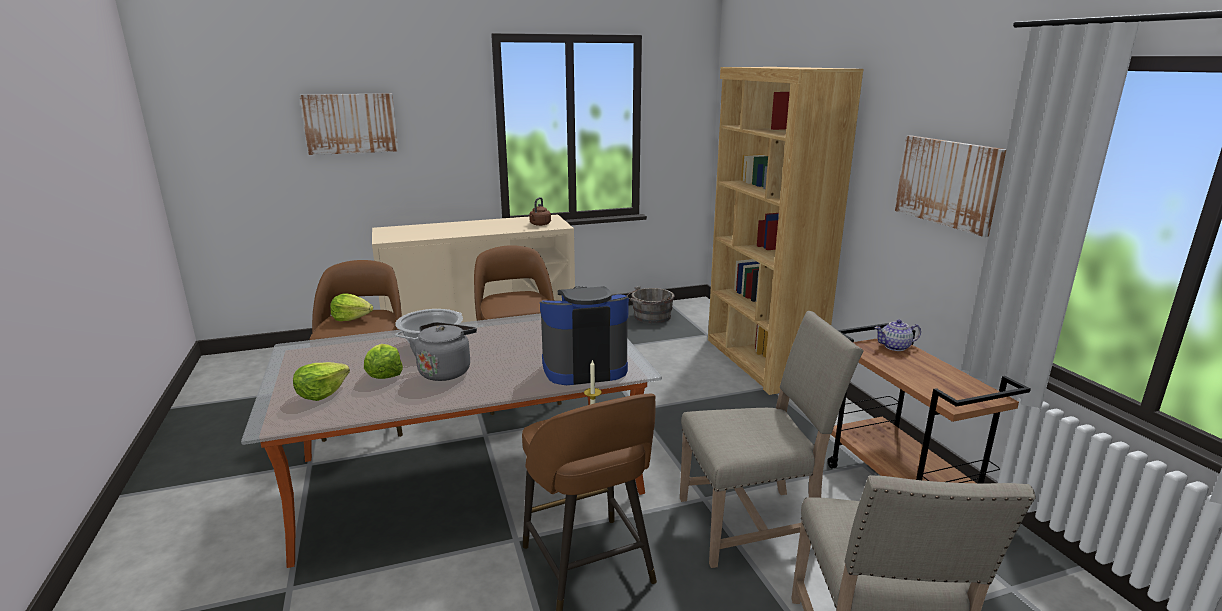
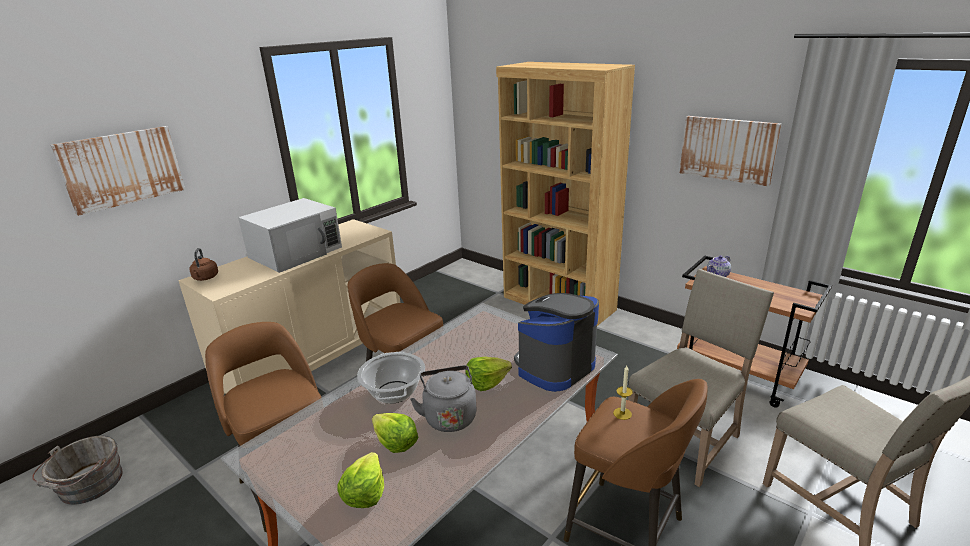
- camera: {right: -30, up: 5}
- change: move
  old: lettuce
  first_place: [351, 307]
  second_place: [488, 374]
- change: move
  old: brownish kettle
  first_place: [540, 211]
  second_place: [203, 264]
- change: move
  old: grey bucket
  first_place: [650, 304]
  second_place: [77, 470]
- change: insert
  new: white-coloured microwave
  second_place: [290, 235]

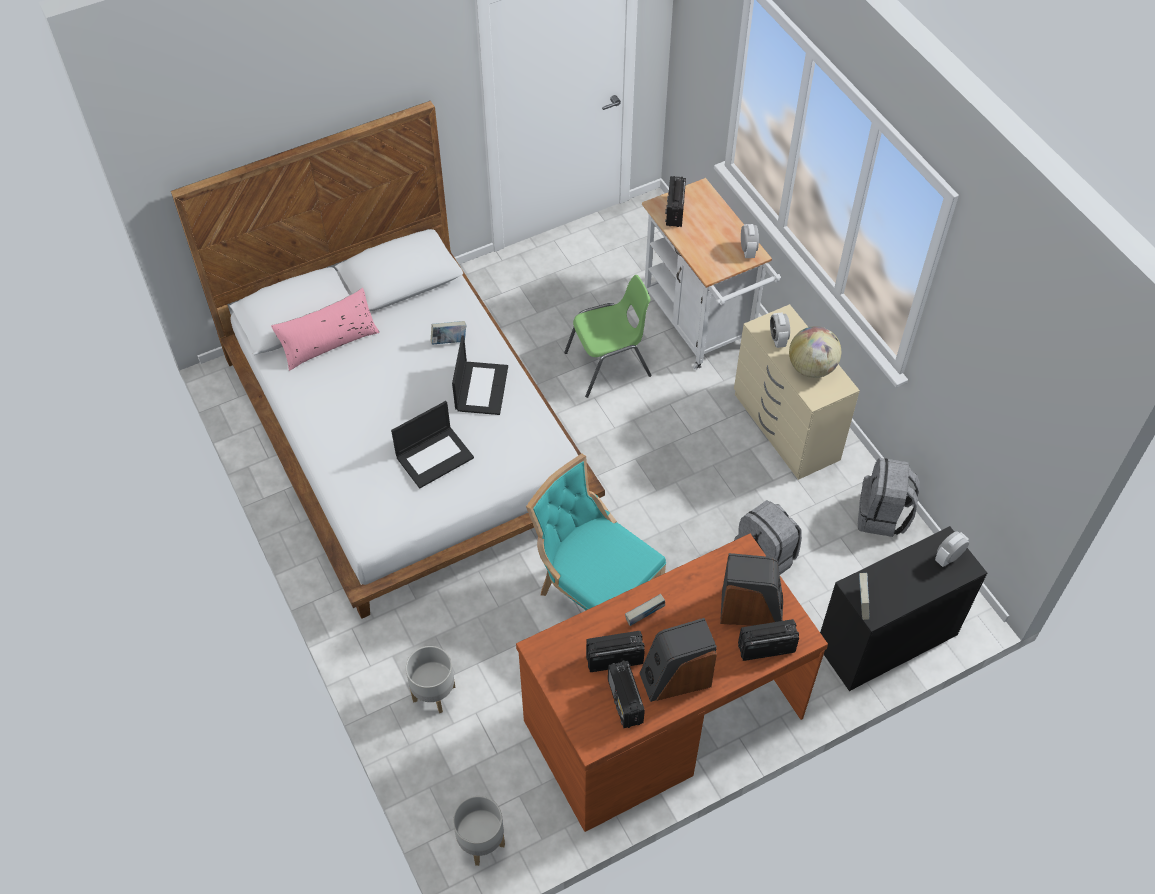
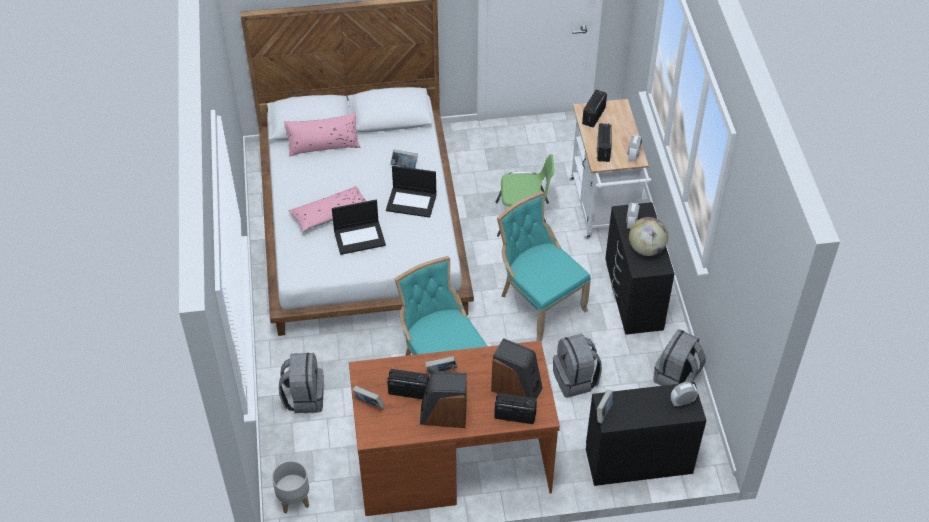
- camera: {right: 20, up: -5}
- change: replace
  old: grey plant pot
  new: grey rucksack
  first_place: [431, 679]
  second_place: [301, 383]
- change: rotate
  old: portable computer
  first_place: [480, 375]
  second_place: [411, 191]
  degrees: 75
- change: move
  old: radio set
  first_place: [626, 694]
  second_place: [604, 142]
- change: recolor
  old: beige drawer chest
  new: black drawer chest
  first_place: [797, 392]
  second_place: [640, 268]
- change: insert
  new: pink-coloured cushion
  second_place: [327, 209]
- change: insert
  new: book
  second_place: [369, 397]
- change: insert
  new: blue-green upright chair
  second_place: [544, 266]

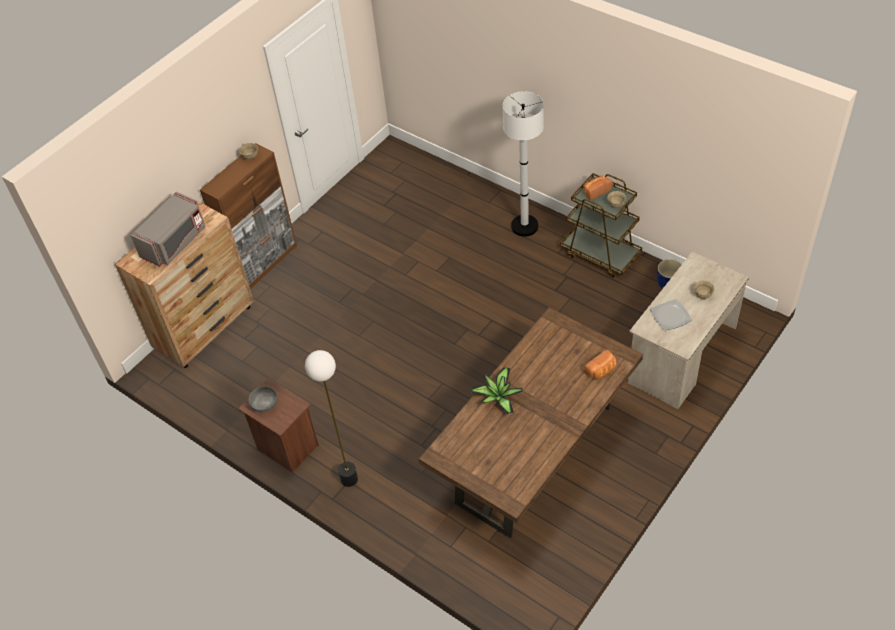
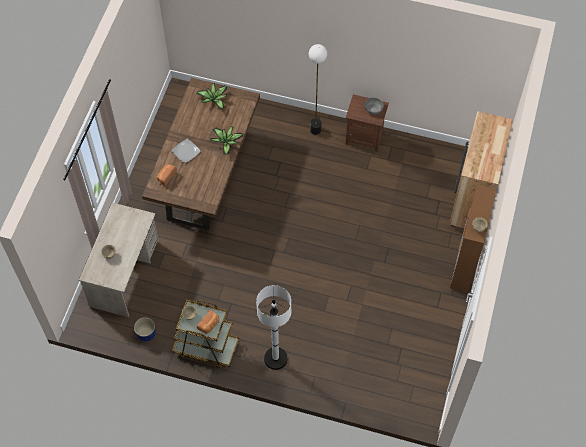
- camera: {right: 155, up: 10}
- change: delete
  old: grey microwave
  first_place: [168, 229]
- change: move
  old: dinner plate
  first_place: [671, 314]
  second_place: [186, 151]
- change: insert
  new: potted plant
  second_place: [212, 96]

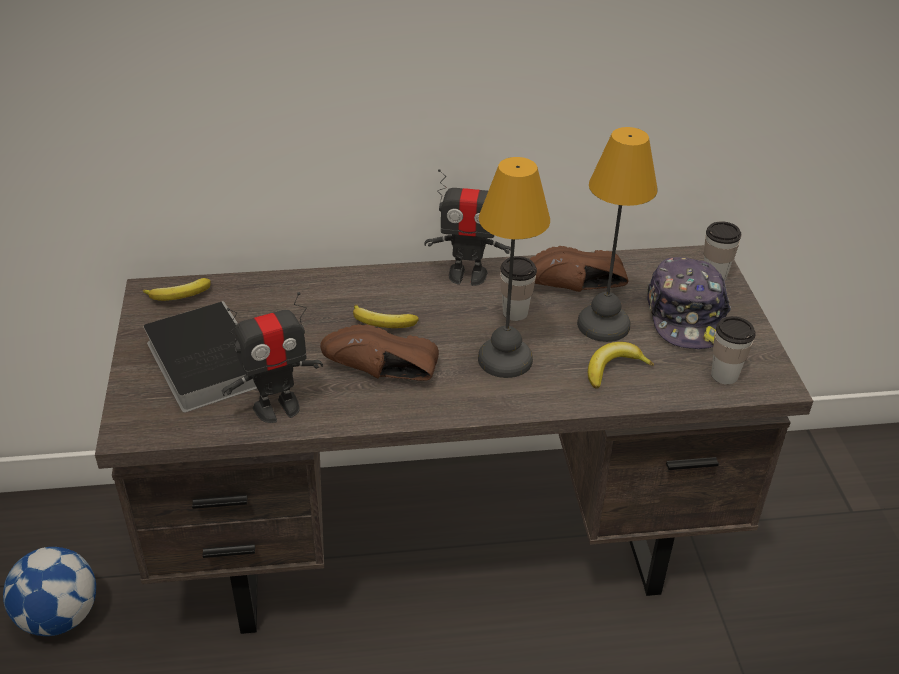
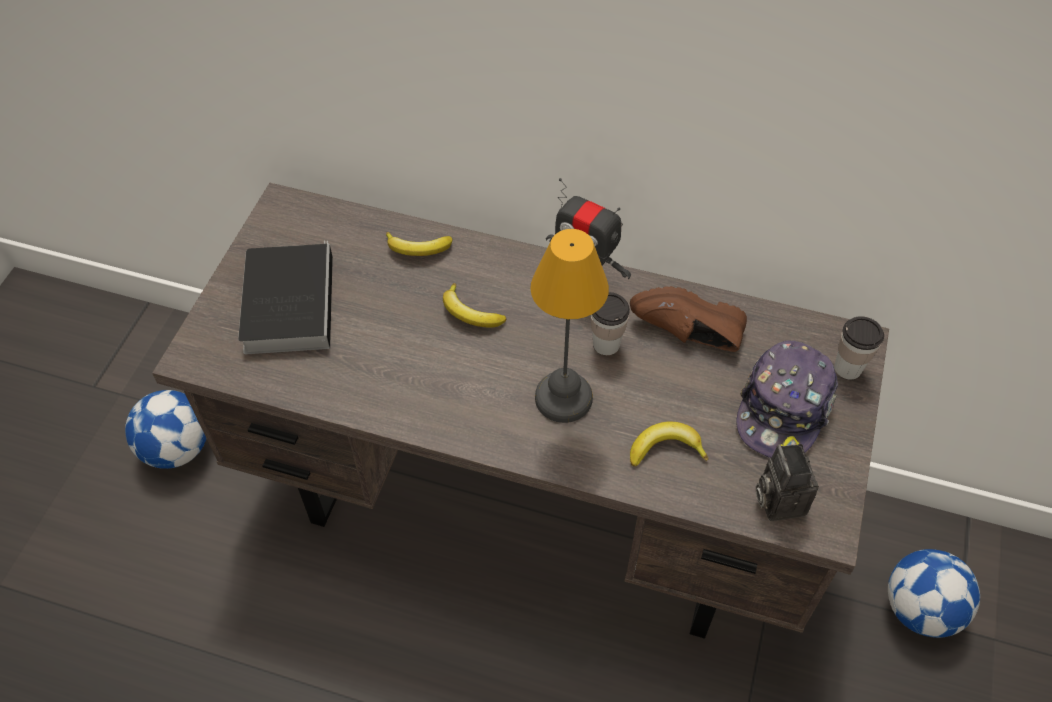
- camera: {right: 25, up: 15}
- change: move
  old: banana fruit
  first_place: [177, 289]
  second_place: [419, 244]
- change: delete
  old: toy robot
  first_place: [272, 357]
- change: delete
  old: brownish item of footwear
  first_place: [379, 352]
- change: delete
  old: tabletop lamp
  first_place: [617, 234]
- change: replace
  old: drinking cup
  new: still camera
  first_place: [733, 350]
  second_place: [787, 482]
- change: insert
  new: football ball
  second_place: [934, 593]

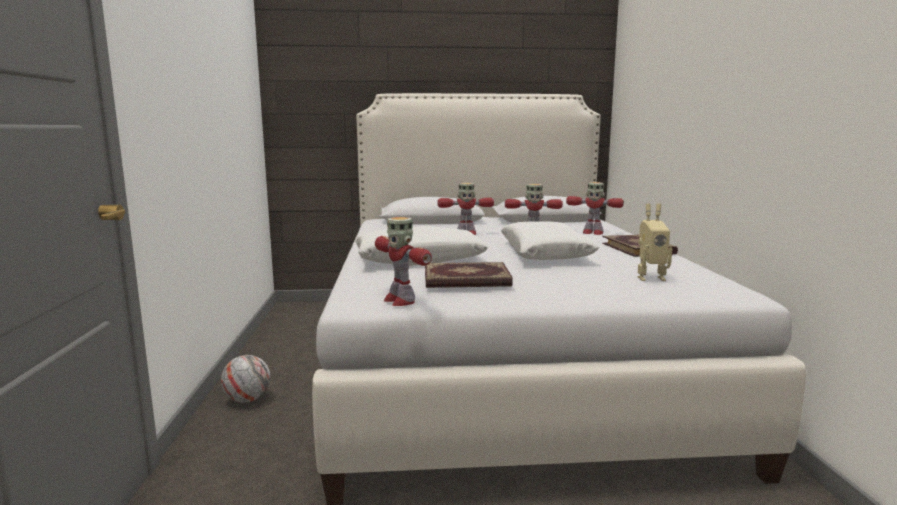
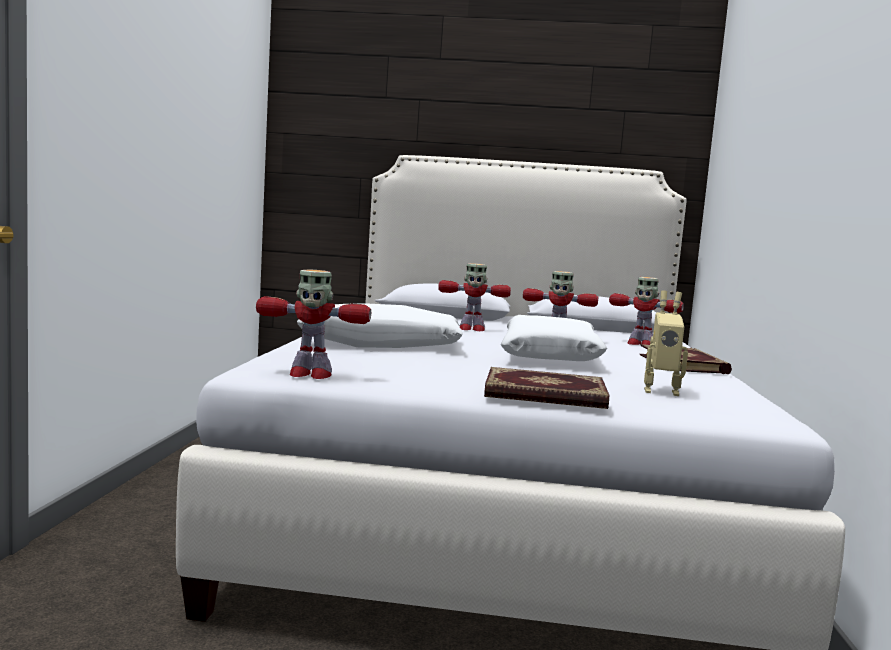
- camera: {right: 10, up: -5}
- change: delete
  old: football ball
  first_place: [246, 379]
- change: rotate
  old: toy robot
  first_place: [403, 261]
  second_place: [313, 324]
  degrees: -60
- change: move
  old: book
  first_place: [469, 275]
  second_place: [546, 388]

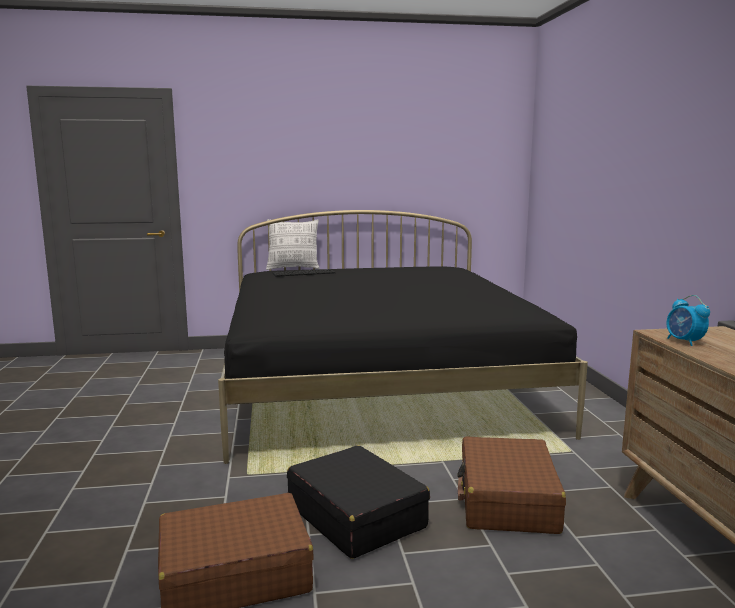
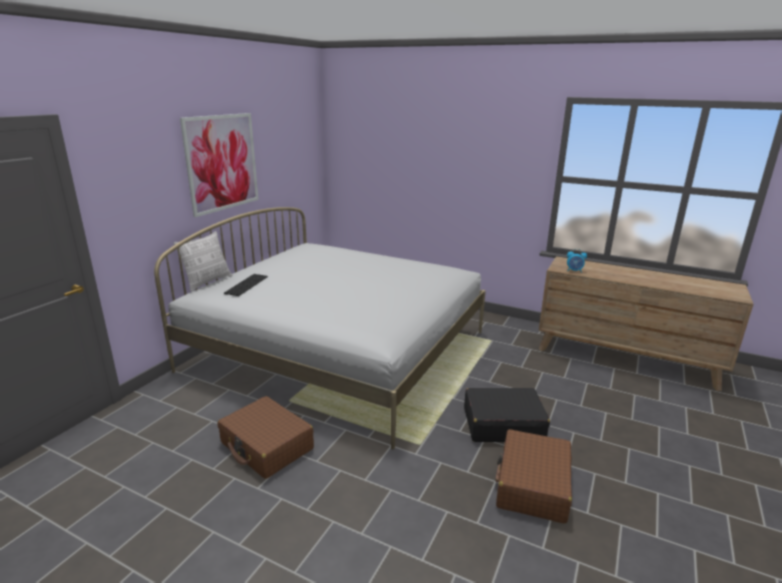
- camera: {right: -55, up: 10}
- change: recolor
  old: black sleeping bed
  new: white-coloured sleeping bed
  first_place: [403, 337]
  second_place: [320, 328]
- change: move
  old: brownish piece of luggage
  first_place: [511, 485]
  second_place: [266, 437]
- change: insert
  new: picture
  second_place: [219, 165]

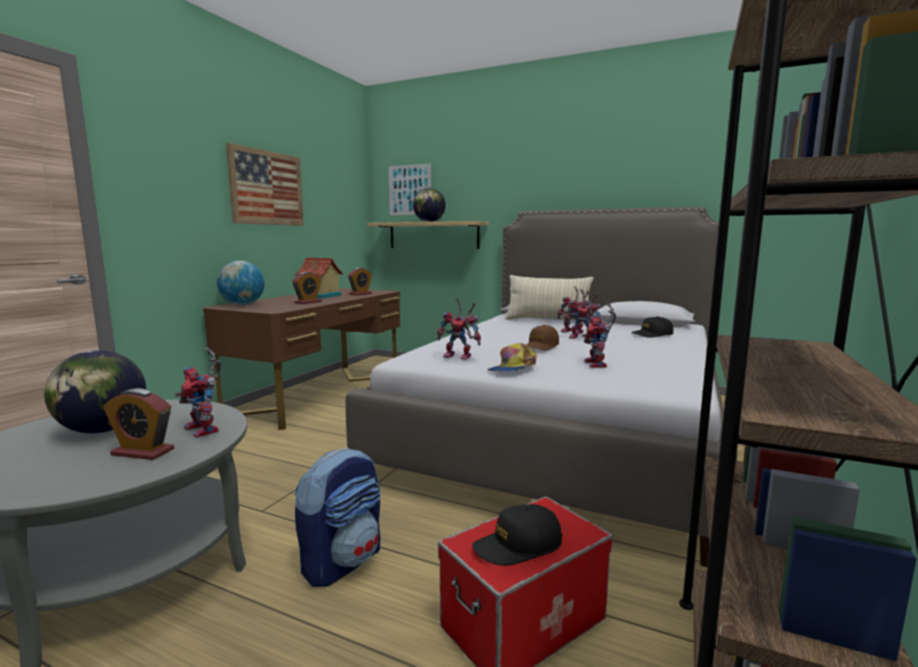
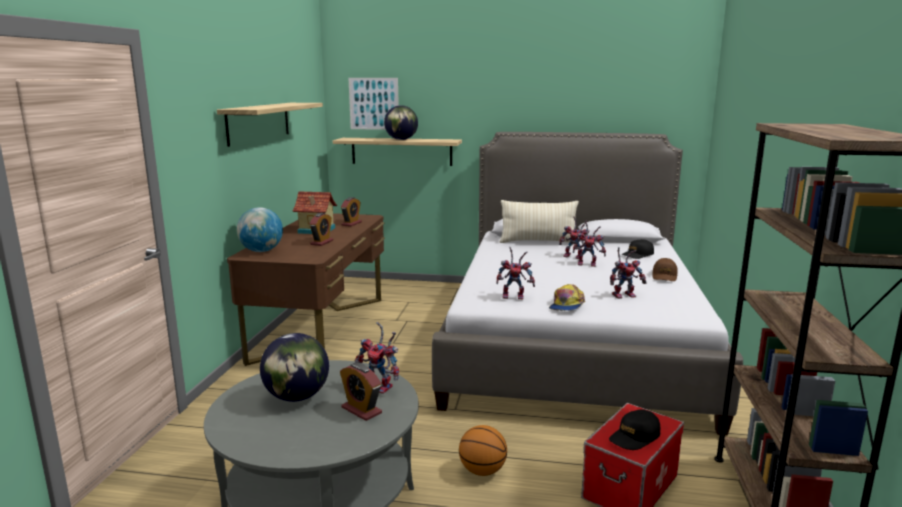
- camera: {right: -15, up: 5}
- change: rotate
  old: bedside clock
  first_place: [138, 424]
  second_place: [361, 392]
  degrees: 45
- change: replace
  old: picture
  new: shelf
  first_place: [265, 184]
  second_place: [270, 125]
- change: replace
  old: rucksack
  new: basketball
  first_place: [338, 517]
  second_place: [483, 450]
- change: move
  old: brownish baseball cap
  first_place: [543, 337]
  second_place: [665, 269]
- change: rotate
  old: toy robot
  first_place: [599, 335]
  second_place: [628, 273]
  degrees: -90

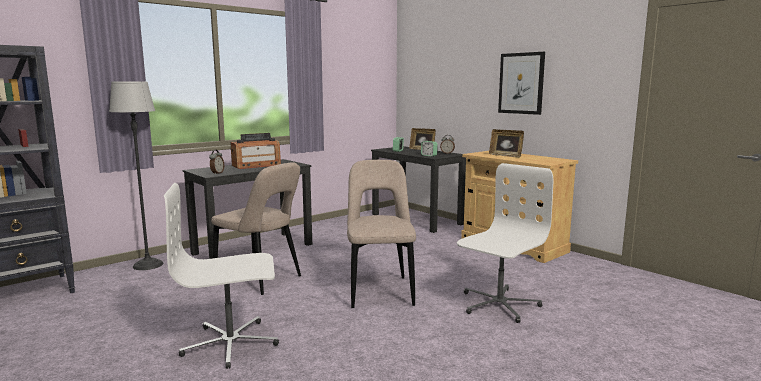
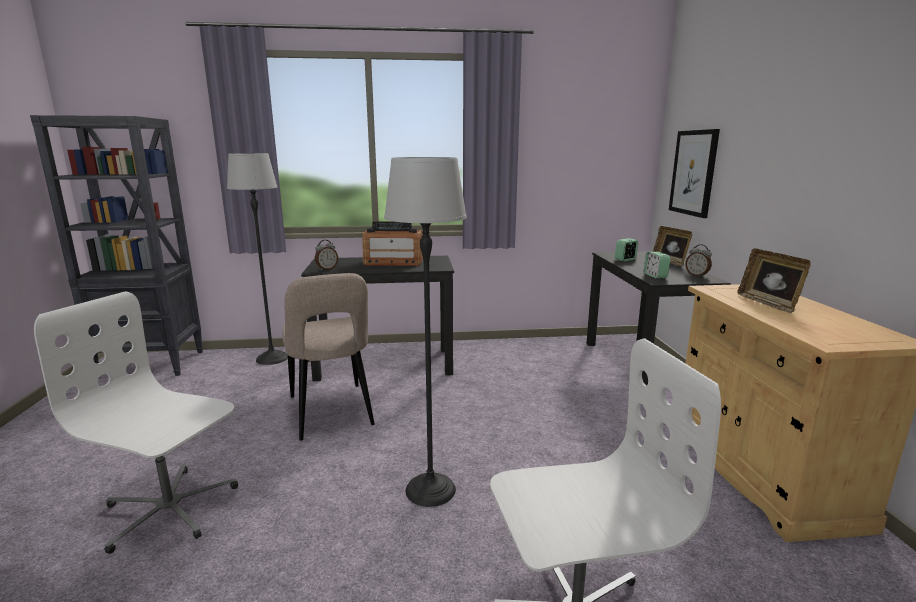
- camera: {right: 35, up: 5}
- change: replace
  old: beige upright chair
  new: floor lamp
  first_place: [381, 234]
  second_place: [425, 332]
- change: move
  old: picture
  first_place: [521, 83]
  second_place: [694, 173]

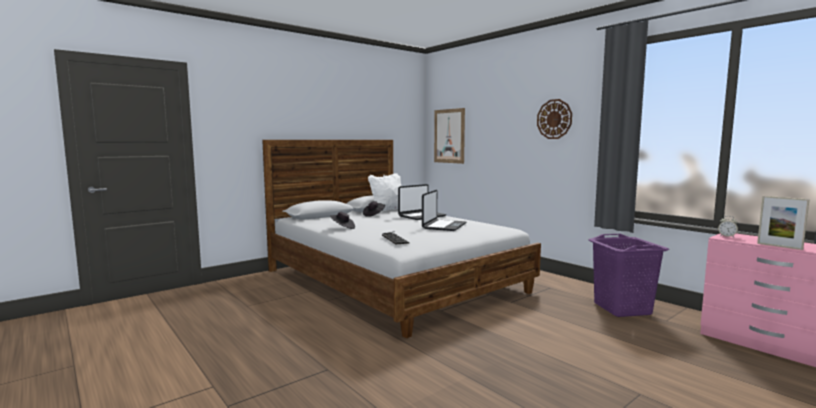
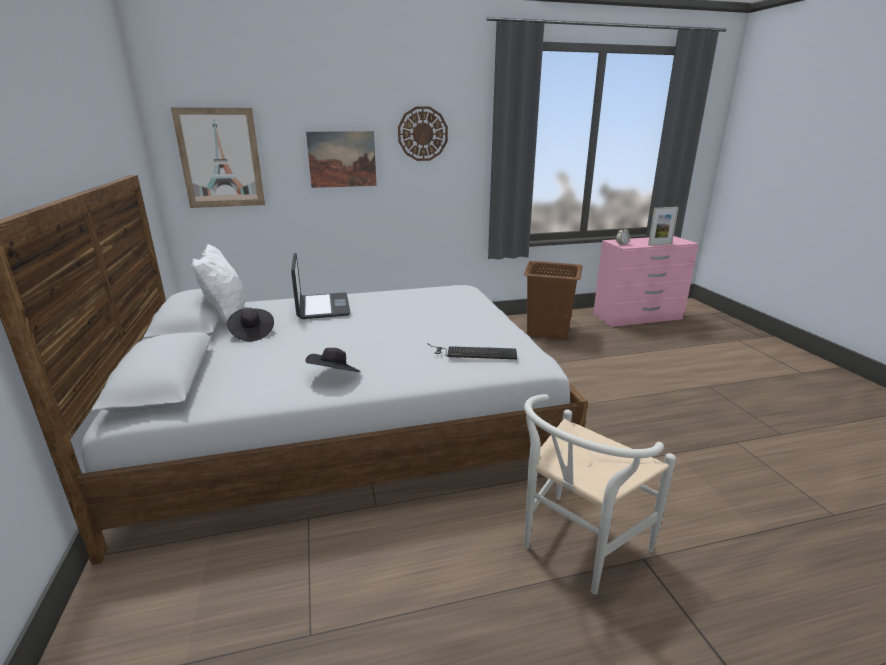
- camera: {right: -65, up: 15}
- change: delete
  old: portable computer
  first_place: [444, 210]
- change: recolor
  old: purple hamper
  new: brownish hamper
  first_place: [628, 275]
  second_place: [553, 300]
- change: insert
  new: picture
  second_place: [341, 159]
- change: insert
  new: white-coloured upright chair
  second_place: [600, 494]

